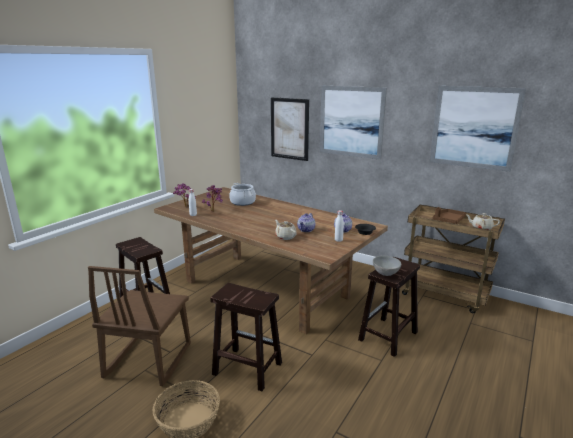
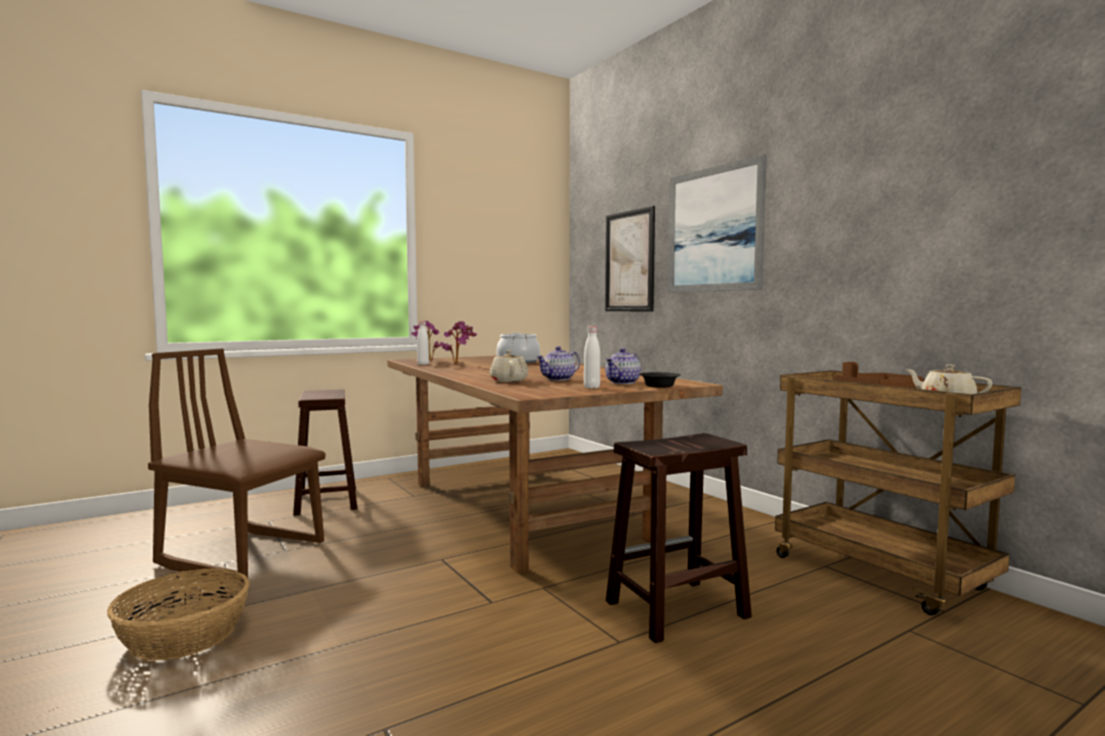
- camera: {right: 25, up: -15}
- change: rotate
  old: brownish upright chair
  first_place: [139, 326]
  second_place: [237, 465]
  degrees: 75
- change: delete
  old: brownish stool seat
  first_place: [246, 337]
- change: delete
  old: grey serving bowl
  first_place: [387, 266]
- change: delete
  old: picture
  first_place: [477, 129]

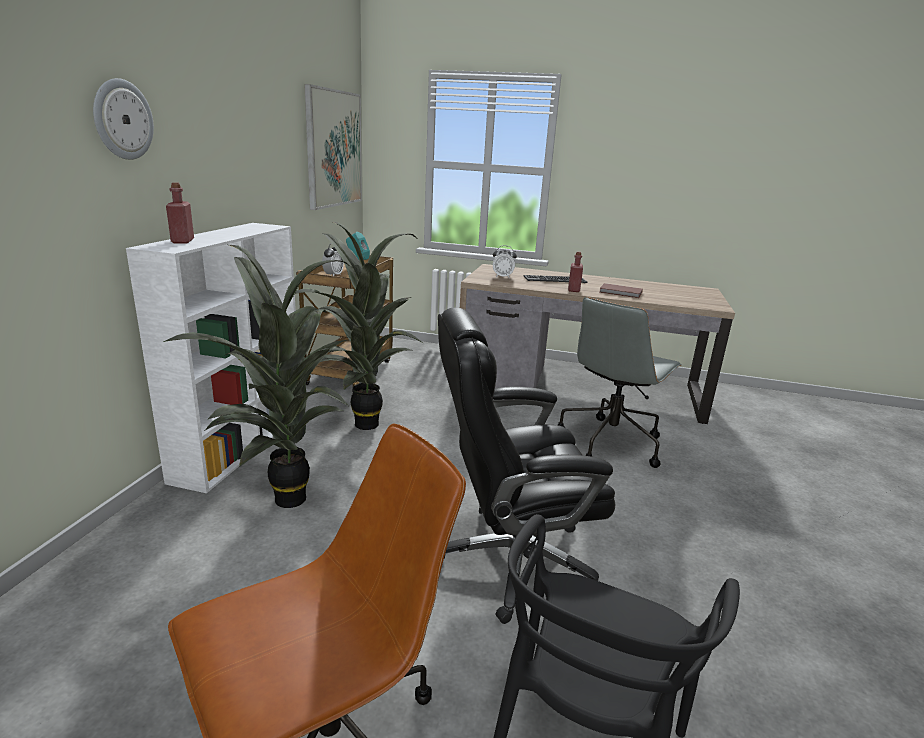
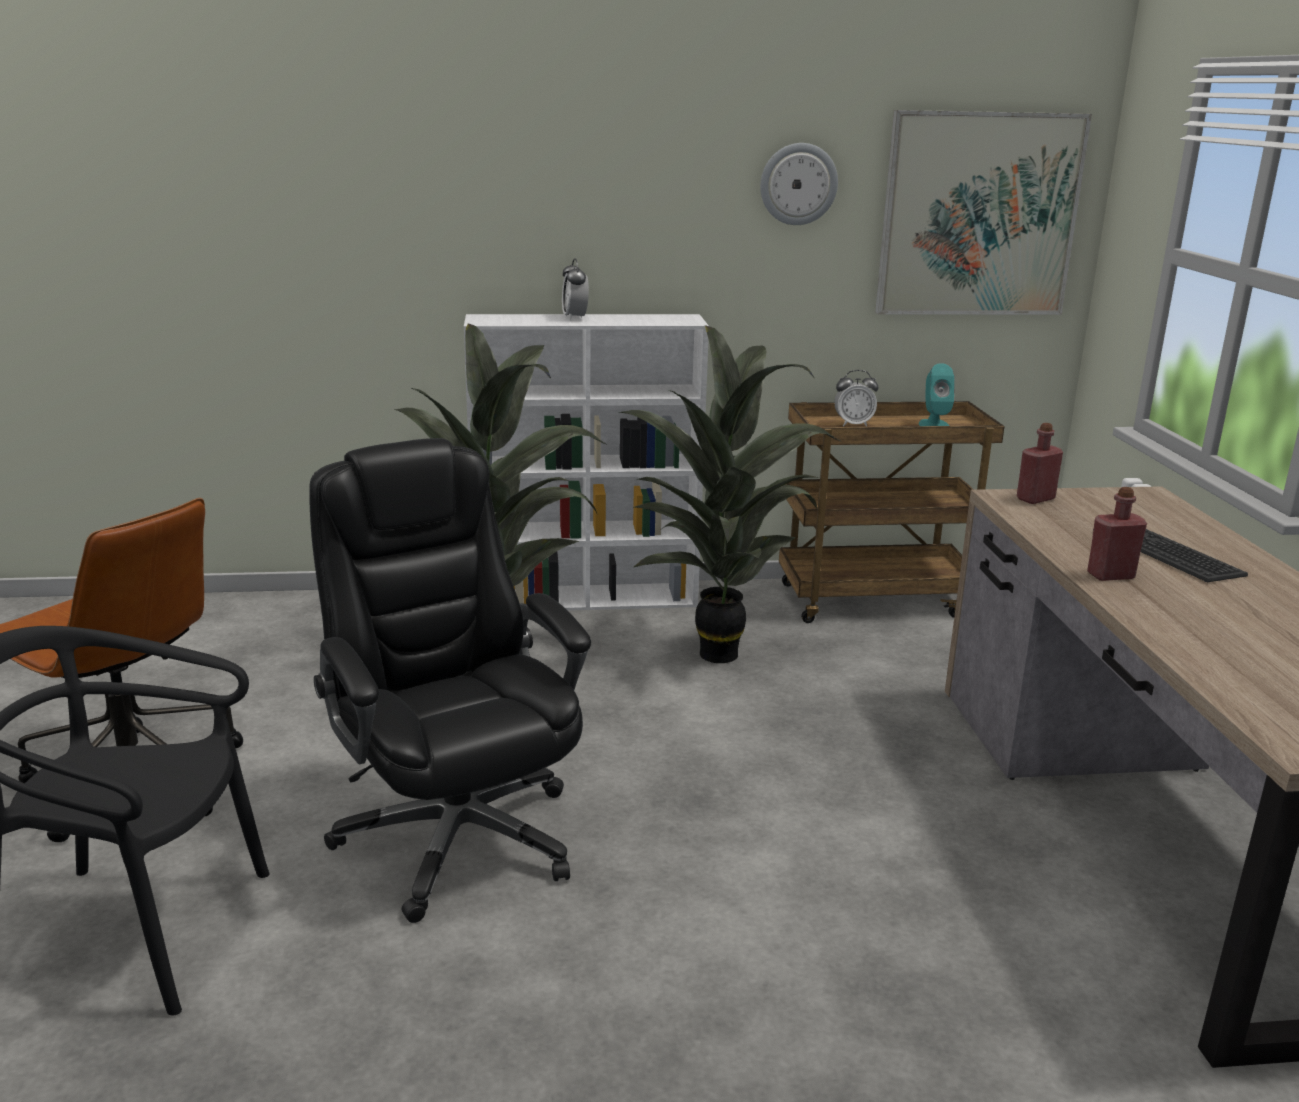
- camera: {right: 70, up: 0}
- change: move
  old: clock on the wall
  first_place: [123, 119]
  second_place: [799, 184]
- change: move
  old: reddish drink bottle
  first_place: [180, 213]
  second_place: [1040, 463]
- change: move
  old: bedside clock
  first_place: [505, 261]
  second_place: [575, 289]
- change: delete
  old: grey desk chair
  first_place: [620, 382]
- change: delete
  old: brownish book
  first_place: [621, 290]

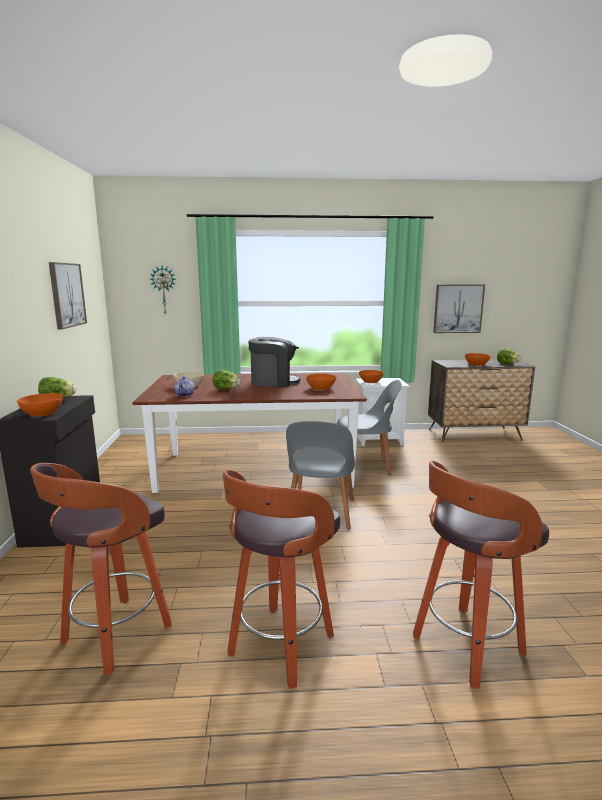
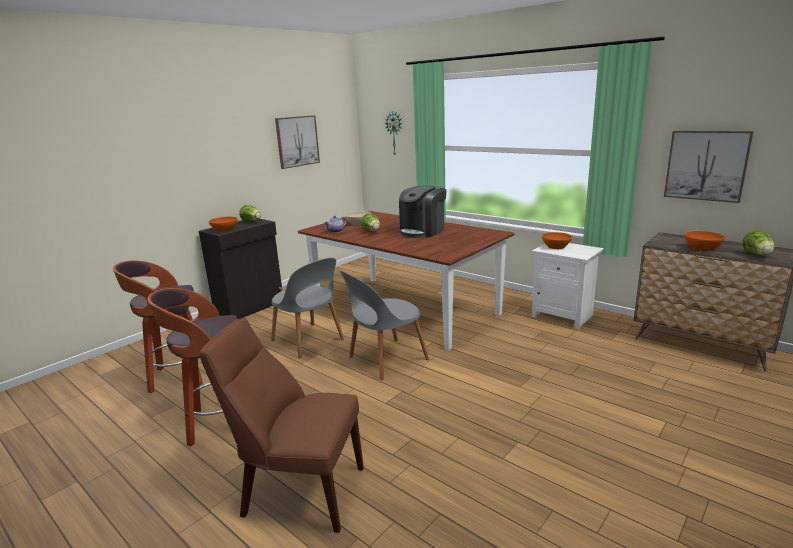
- camera: {right: 45, up: 5}
- change: rotate
  old: coffee maker
  first_place: [275, 362]
  second_place: [423, 212]
  degrees: 90
- change: delete
  old: orangey serving bowl
  first_place: [321, 382]
- change: move
  old: grey upright chair
  first_place: [369, 427]
  second_place: [307, 308]
- change: replace
  old: stool seat
  new: brownish upright chair
  first_place: [481, 574]
  second_place: [282, 425]

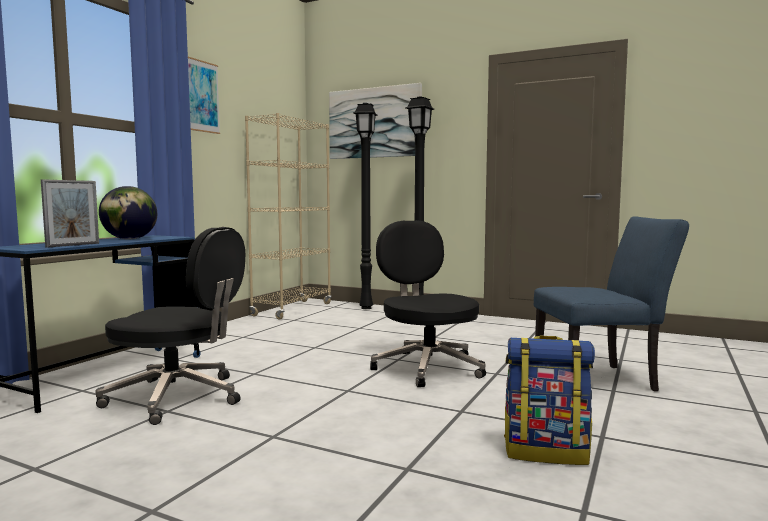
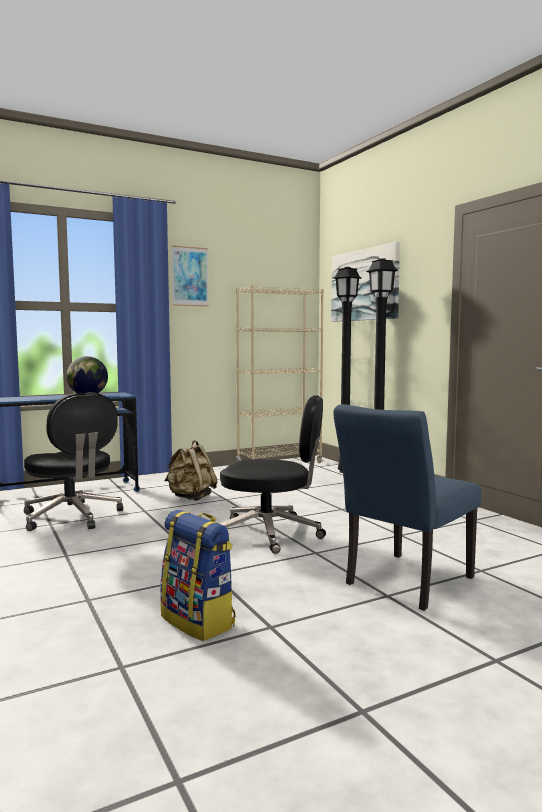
- camera: {right: 35, up: 0}
- change: delete
  old: photo frame
  first_place: [70, 213]
- change: rotate
  old: black desk chair
  first_place: [428, 303]
  second_place: [273, 474]
  degrees: 90
- change: rotate
  old: blue upright chair
  first_place: [611, 303]
  second_place: [407, 507]
  degrees: 105
- change: insert
  new: beige rucksack
  second_place: [191, 470]

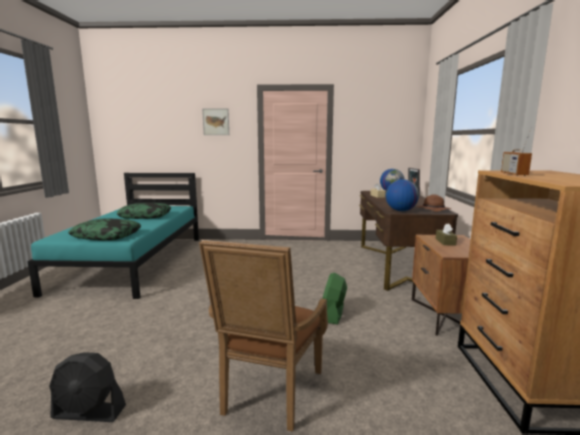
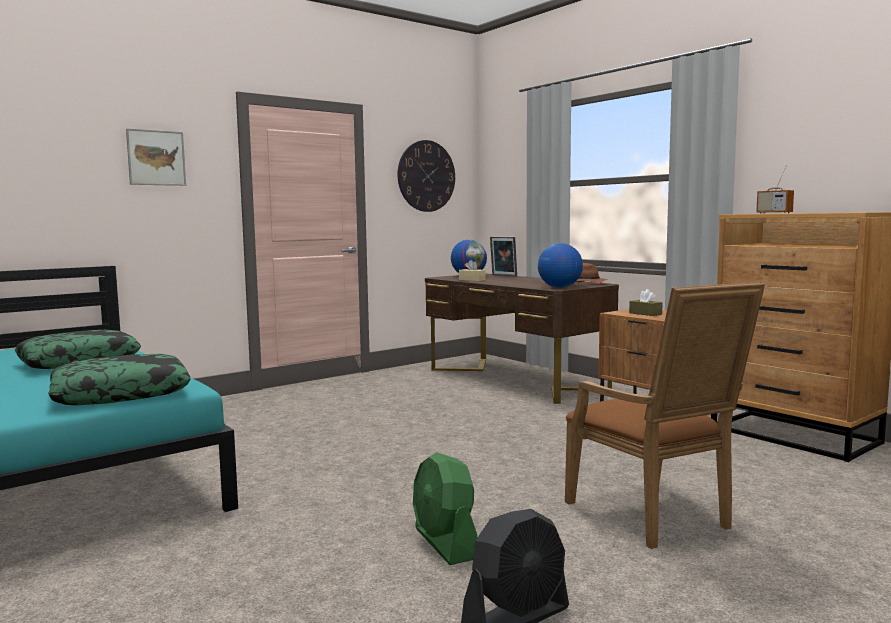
- camera: {right: -40, up: -5}
- change: move
  old: green cooling fan
  first_place: [334, 298]
  second_place: [445, 508]
- change: insert
  new: clock on the wall
  second_place: [426, 176]

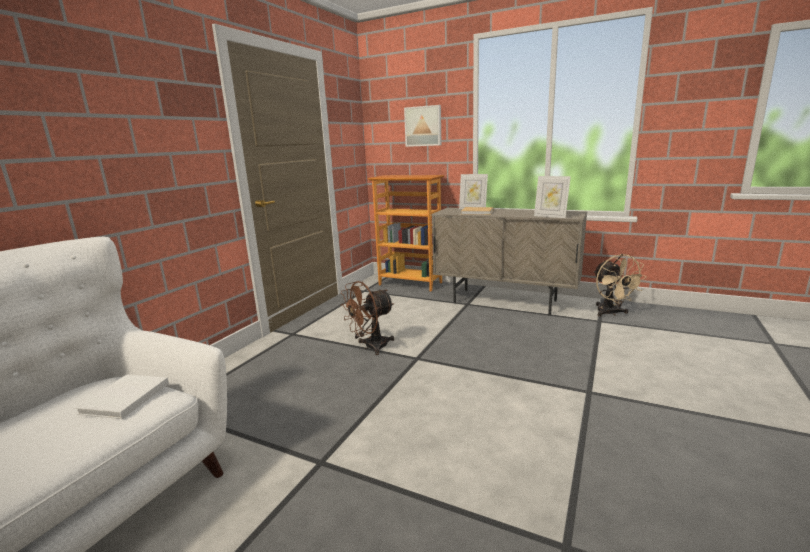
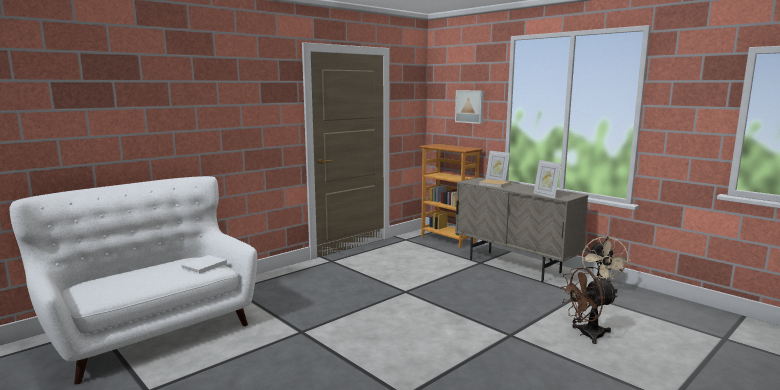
- camera: {right: 20, up: -5}
- change: move
  old: brownish cooling fan
  first_place: [367, 318]
  second_place: [589, 306]

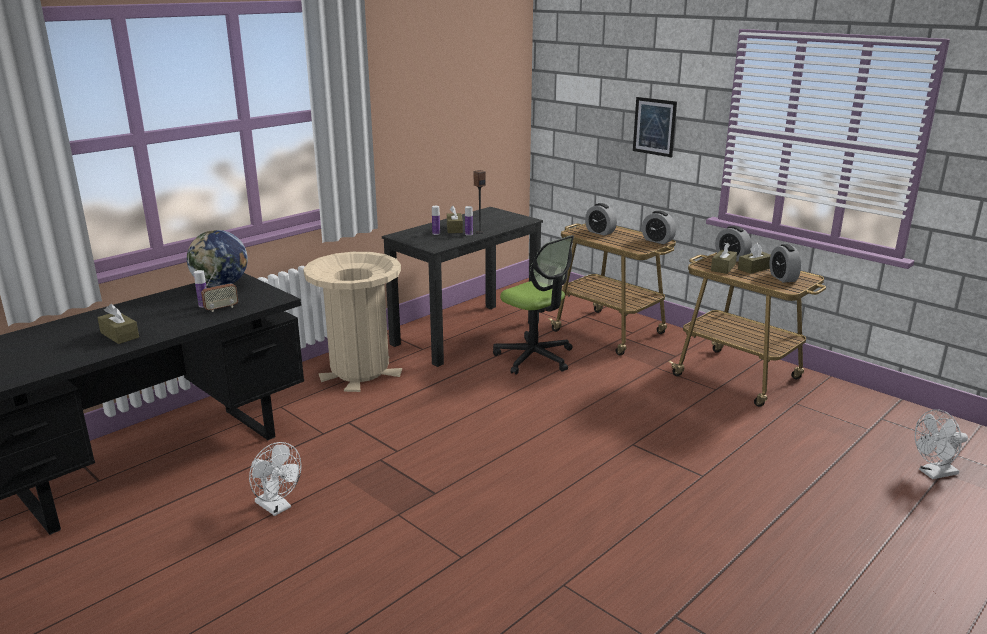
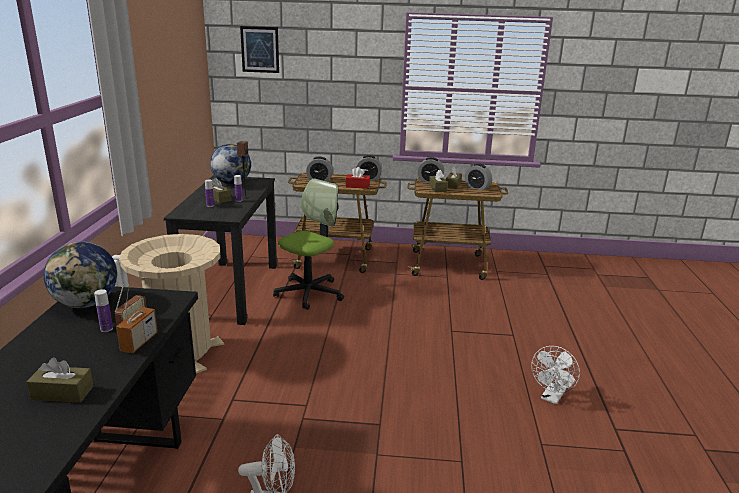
- camera: {right: -40, up: 0}
- change: rotate
  old: desk chair
  first_place: [533, 305]
  second_place: [308, 244]
  degrees: -60
- change: move
  old: picture
  first_place: [655, 127]
  second_place: [259, 49]
- change: move
  old: white-coloured cooling fan
  first_place: [941, 444]
  second_place: [555, 375]
- change: insert
  new: radio set
  second_place: [137, 318]
- change: insert
  new: globe
  second_place: [230, 164]
- change: insert
  new: reddish tissue holder
  second_place: [358, 178]

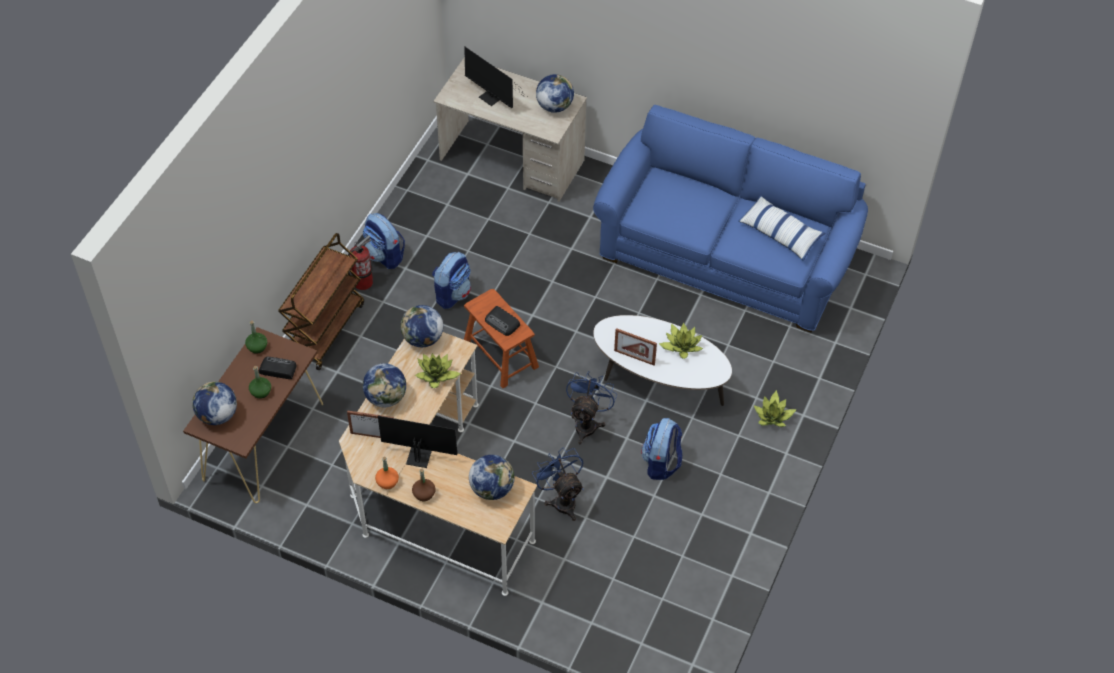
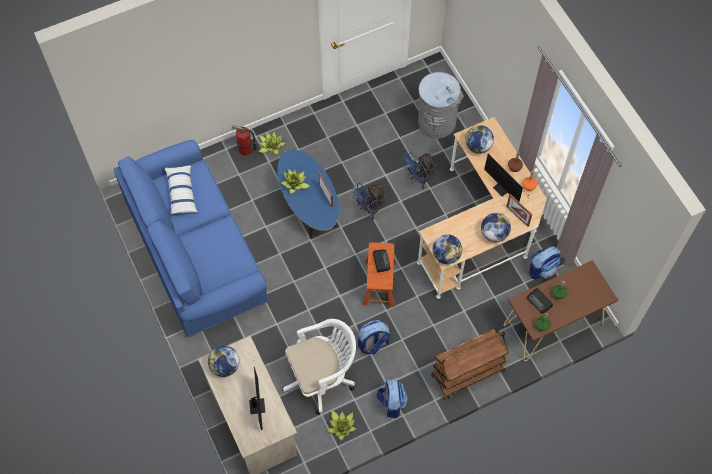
- camera: {right: -140, up: 10}
- change: delete
  old: globe
  first_place: [214, 403]
- change: move
  old: fire extinguisher
  first_place: [360, 262]
  second_place: [244, 140]
- change: move
  old: potted plant
  first_place: [438, 370]
  second_place: [342, 425]
- change: rotate
  old: blue cooling fan
  first_place: [558, 484]
  second_place: [419, 170]
  degrees: 45
- change: recolor
  old: white-coloured coffee table
  new: blue coffee table
  first_place: [662, 360]
  second_place: [308, 194]
- change: move
  old: rucksack
  first_place: [661, 449]
  second_place: [544, 263]
- change: insert
  new: white-coloured desk chair
  second_place: [319, 367]
- change: insert
  new: grey trash can
  second_place: [441, 105]

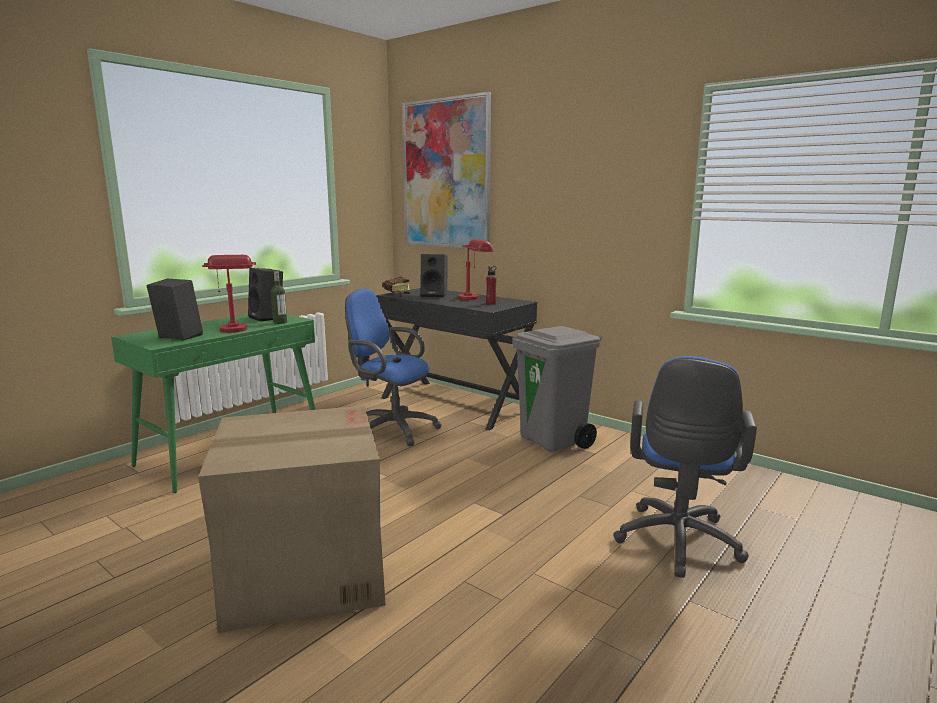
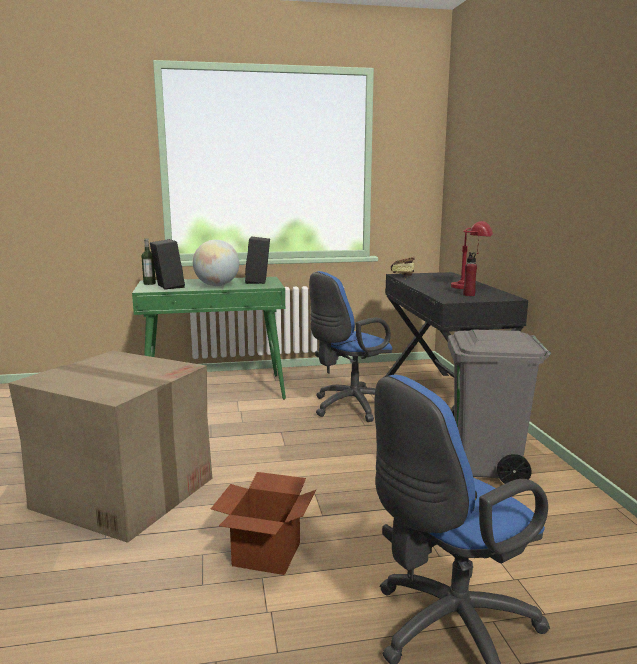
- camera: {right: 40, up: 0}
- change: replace
  old: reddish tabletop lamp
  new: globe
  first_place: [229, 294]
  second_place: [216, 263]
- change: move
  old: drink bottle
  first_place: [279, 297]
  second_place: [148, 261]
- change: rotate
  old: blue desk chair
  first_place: [393, 367]
  second_place: [350, 346]
  degrees: -105
- change: delete
  old: picture
  first_place: [446, 170]
- change: delete
  old: black audio speaker
  first_place: [434, 276]
- change: insert
  new: carton
  second_place: [263, 523]

